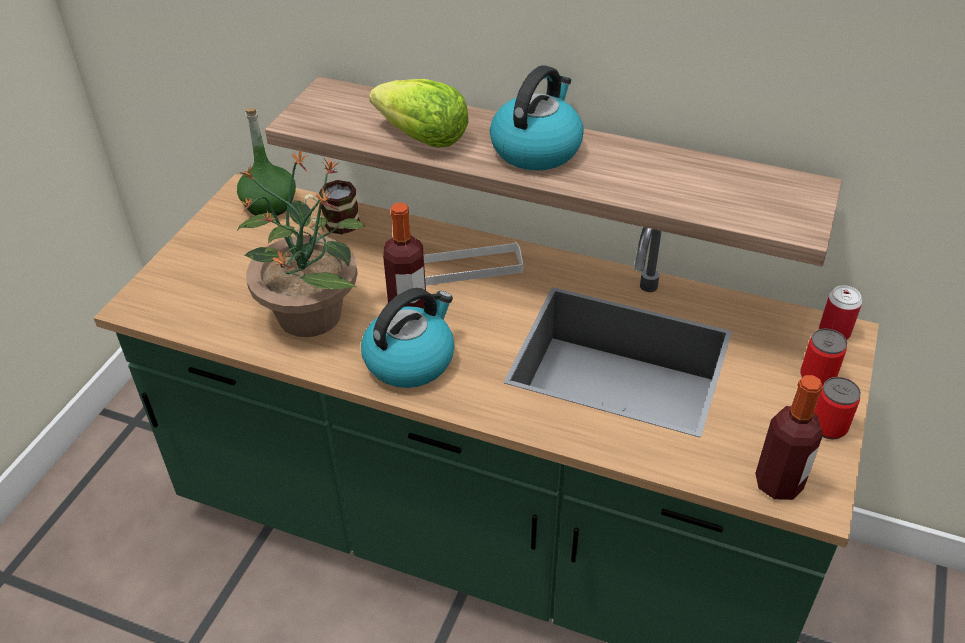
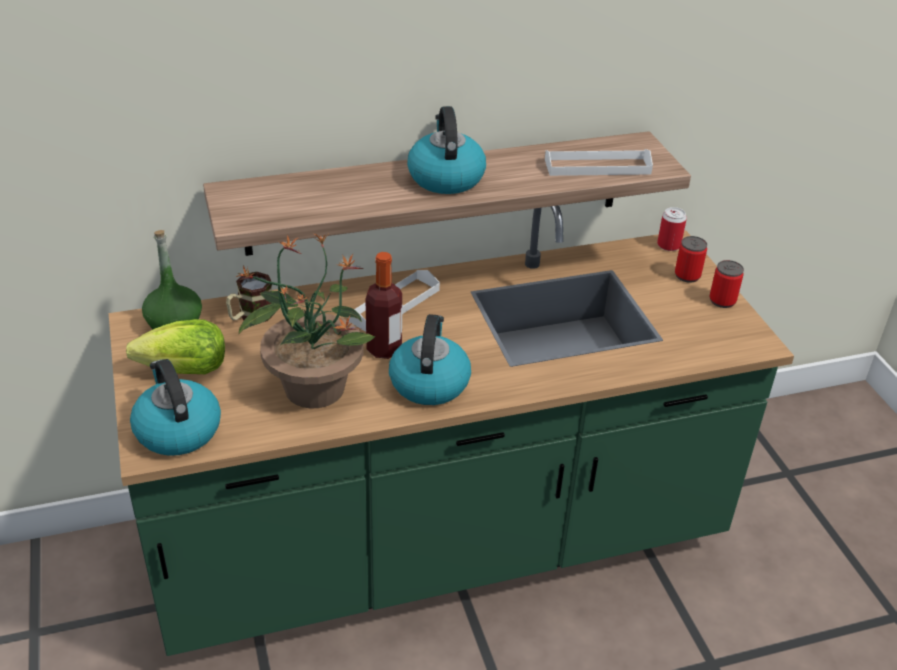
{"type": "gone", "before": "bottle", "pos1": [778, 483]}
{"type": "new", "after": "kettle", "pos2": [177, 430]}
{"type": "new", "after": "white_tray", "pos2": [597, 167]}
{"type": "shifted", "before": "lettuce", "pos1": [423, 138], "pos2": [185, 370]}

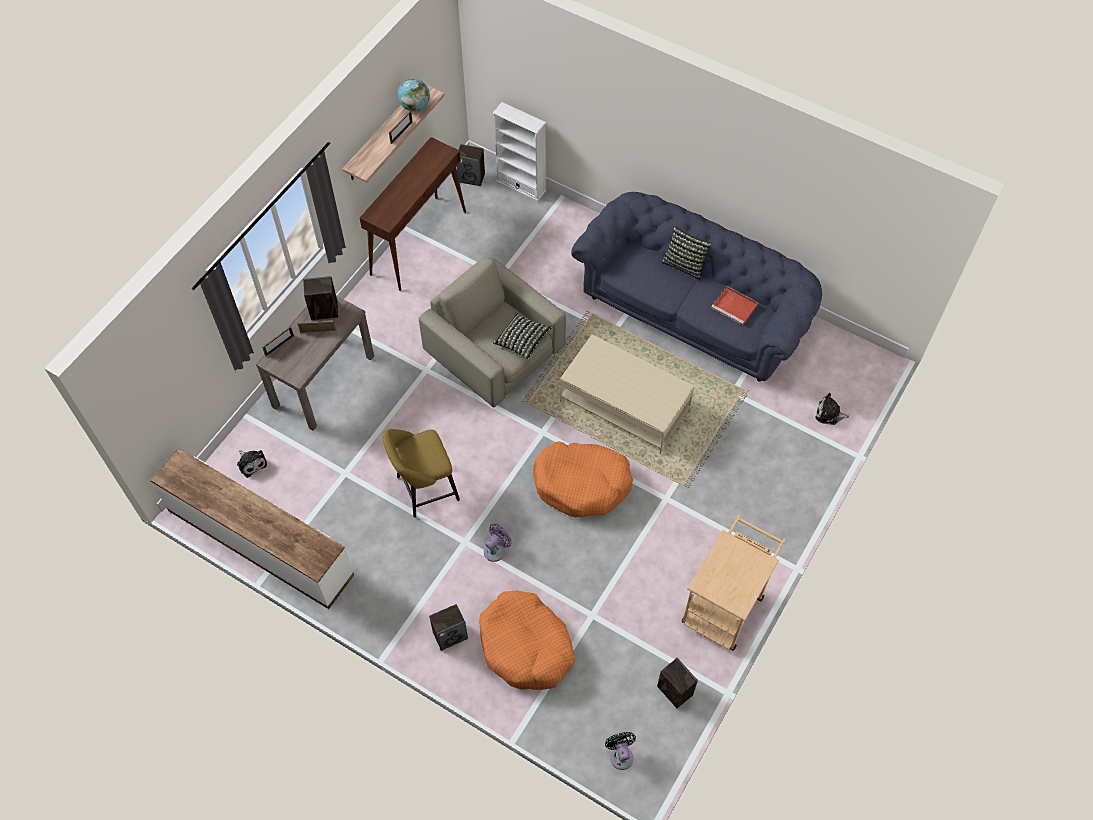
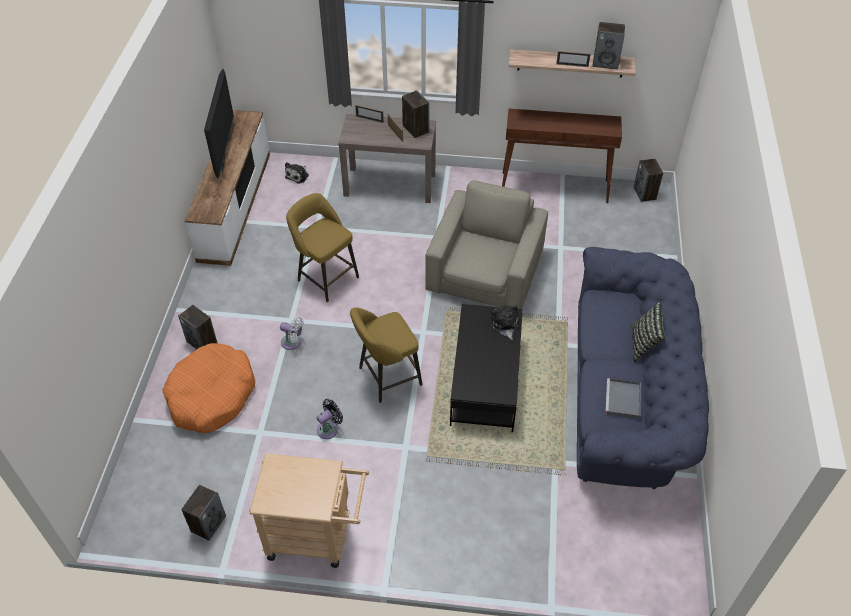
{"type": "gone", "before": "white_bookcase", "pos1": [521, 186]}
{"type": "gone", "before": "pillow", "pos1": [522, 340]}
{"type": "new", "after": "television", "pos2": [225, 152]}
{"type": "shifted", "before": "black_fan", "pos1": [621, 755], "pos2": [329, 429]}
{"type": "shifted", "before": "plush_toy", "pos1": [829, 414], "pos2": [505, 325]}
{"type": "swapped", "before": "globe", "after": "speaker", "pos1": [415, 106], "pos2": [605, 63]}
{"type": "swapped", "before": "orange_dog_bed", "after": "yellow_stool", "pos1": [582, 484], "pos2": [386, 378]}
{"type": "repainted", "before": "purple_fan", "after": "white_fan", "pos1": [496, 550], "pos2": [292, 343]}
{"type": "repainted", "before": "beige_coffee_table", "after": "black_coffee_table", "pos1": [625, 406], "pos2": [485, 380]}
{"type": "repainted", "before": "red_tray", "after": "grey_tray", "pos1": [735, 307], "pos2": [623, 400]}

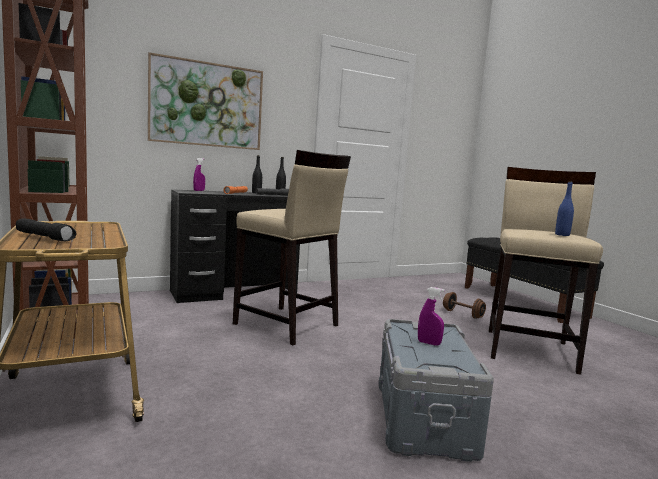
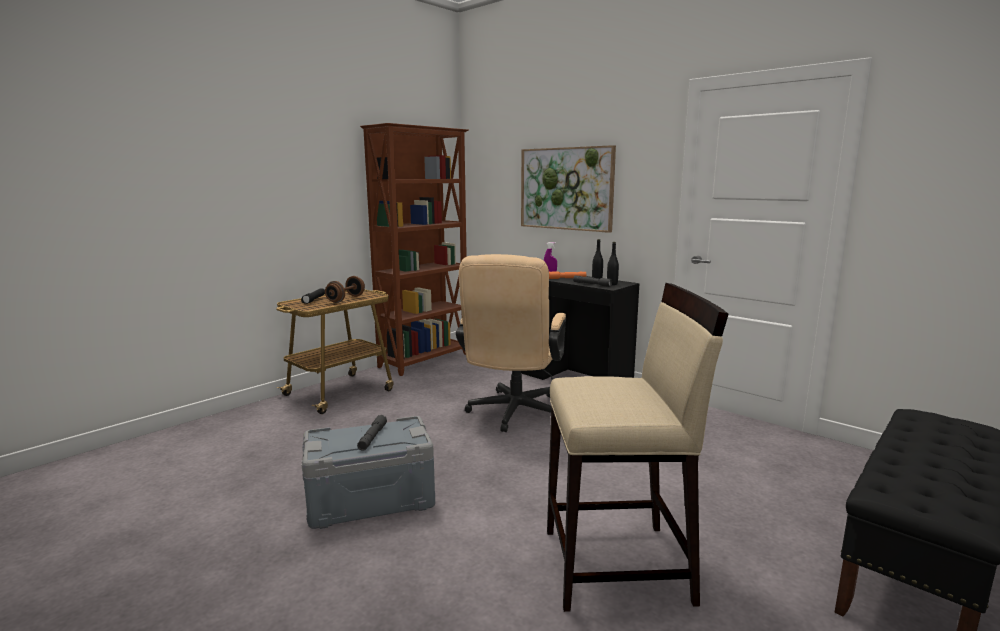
{"type": "gone", "before": "blue_bottle", "pos1": [562, 235]}
{"type": "shifted", "before": "brown_dumbbell", "pos1": [462, 314], "pos2": [346, 299]}
{"type": "swapped", "before": "beige_stool", "after": "beige_office_chair", "pos1": [286, 325], "pos2": [513, 414]}
{"type": "swapped", "before": "purple_spray_bottle", "after": "grey_flashlight", "pos1": [429, 343], "pos2": [372, 437]}

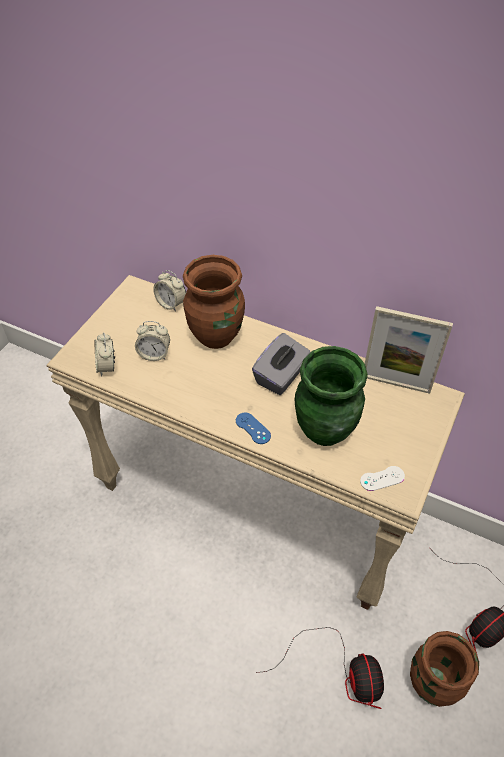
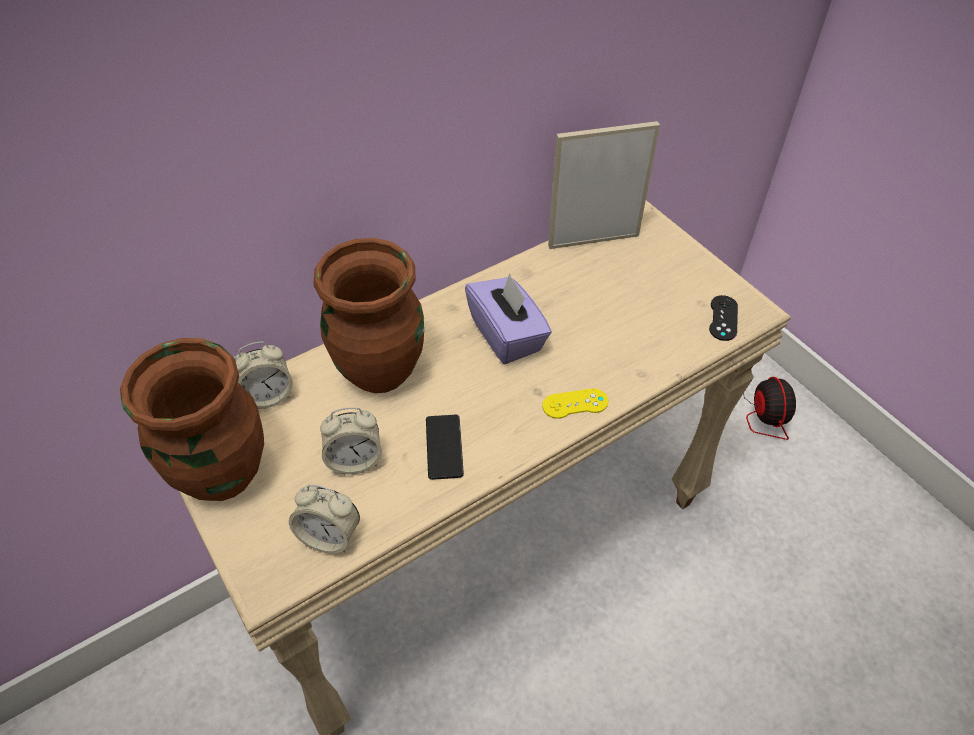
{"type": "gone", "before": "fan", "pos1": [341, 673]}
{"type": "gone", "before": "green_vase", "pos1": [326, 430]}
{"type": "new", "after": "phone", "pos2": [444, 447]}
{"type": "shifted", "before": "brown_vase", "pos1": [431, 683], "pos2": [221, 474]}
{"type": "repainted", "before": "blue_game_controller", "after": "yellow_game_controller", "pos1": [253, 428], "pos2": [575, 404]}
{"type": "repainted", "before": "grey_tissue_box", "after": "purple_tissue_box", "pos1": [281, 376], "pos2": [507, 335]}
{"type": "repainted", "before": "white_game_controller", "after": "black_game_controller", "pos1": [382, 478], "pos2": [723, 318]}
{"type": "rotated", "before": "alarm_clock", "pos1": [154, 354], "pos2": [355, 460], "turn": 45}
{"type": "rotated", "before": "picture_frame", "pos1": [396, 383], "pos2": [593, 240], "turn": -150}

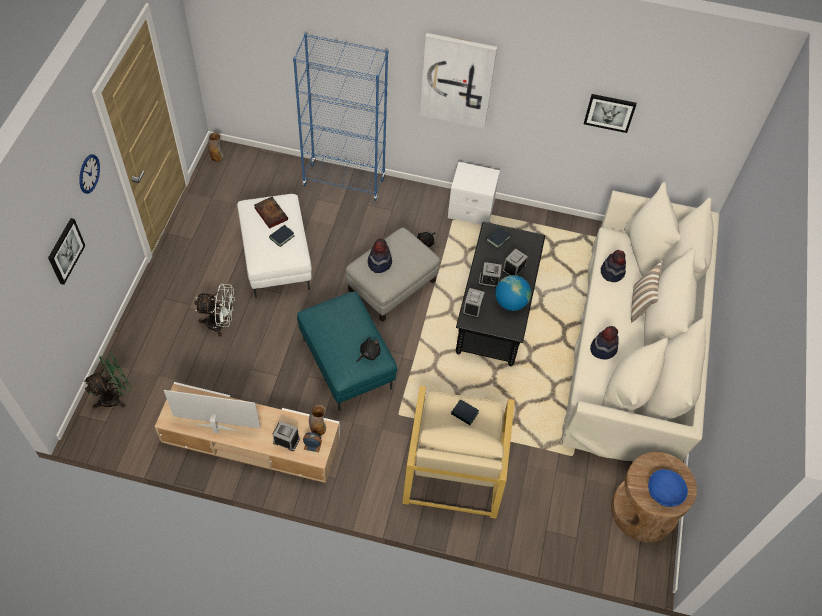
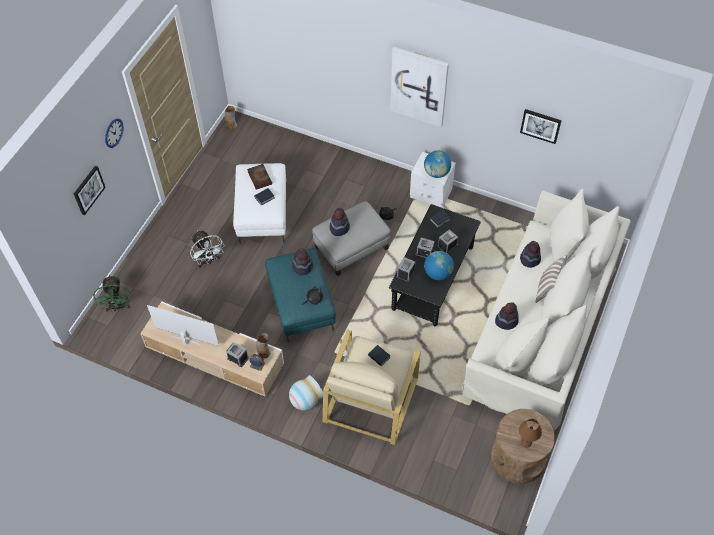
{"type": "gone", "before": "blue_bookcase", "pos1": [344, 182]}
{"type": "new", "after": "vase", "pos2": [305, 400]}
{"type": "new", "after": "hat", "pos2": [302, 266]}
{"type": "new", "after": "globe", "pos2": [436, 172]}
{"type": "swapped", "before": "blue_bowl", "after": "brown_table_lamp", "pos1": [664, 492], "pos2": [526, 441]}
{"type": "rotated", "before": "green_fan", "pos1": [115, 396], "pos2": [118, 307], "turn": 105}
{"type": "rotated", "before": "white_fan", "pos1": [220, 324], "pos2": [208, 261], "turn": 45}

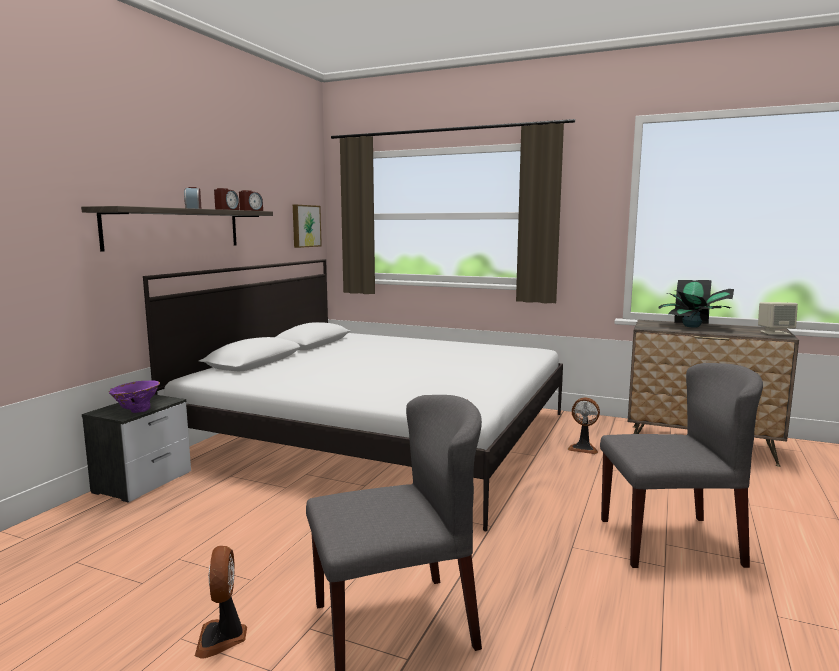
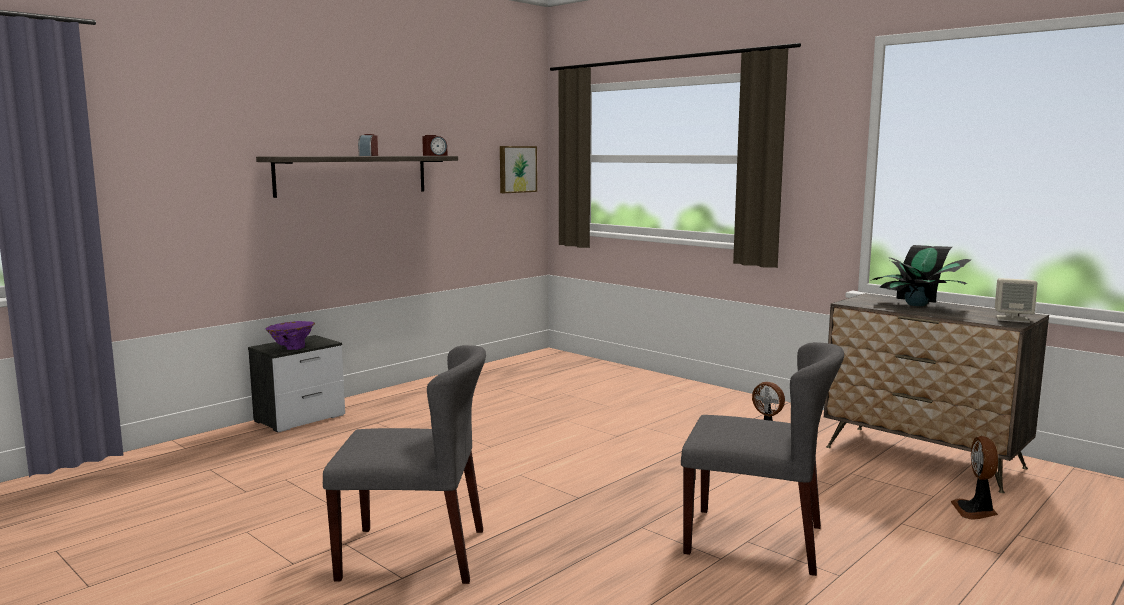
{"type": "gone", "before": "white_bed", "pos1": [382, 435]}
{"type": "gone", "before": "alarm_clock", "pos1": [226, 209]}
{"type": "shifted", "before": "fan", "pos1": [222, 638], "pos2": [975, 511]}

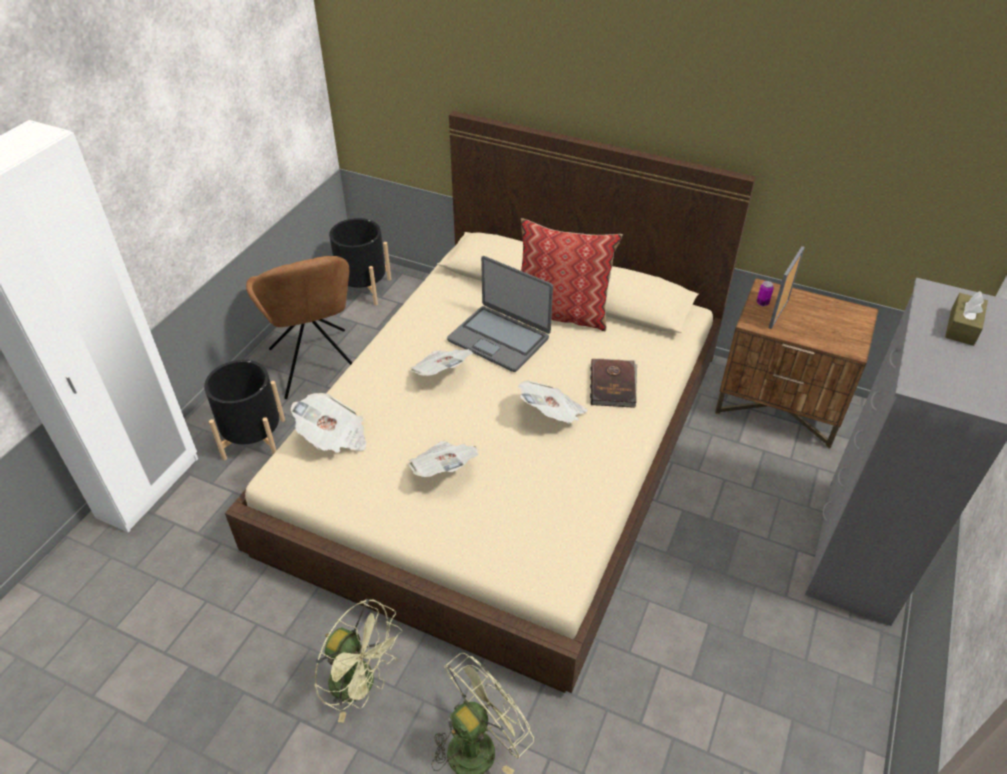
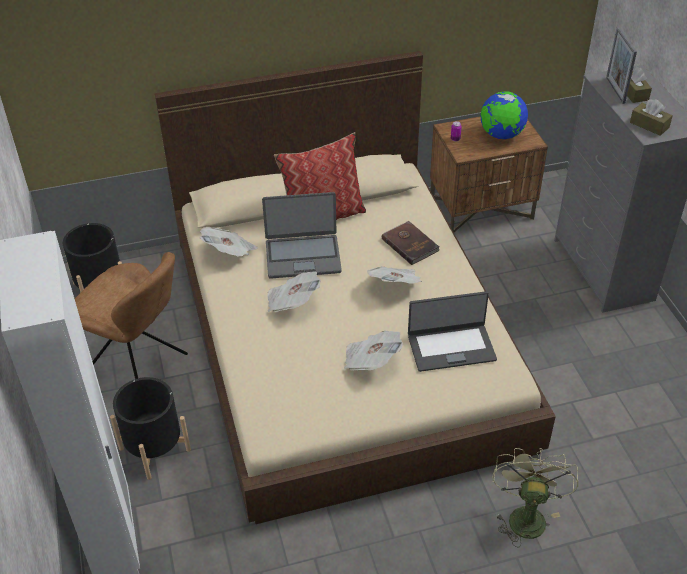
{"type": "gone", "before": "green_fan", "pos1": [361, 684]}
{"type": "new", "after": "laptop", "pos2": [451, 347]}
{"type": "new", "after": "globe", "pos2": [501, 135]}
{"type": "new", "after": "brown_tissue_box", "pos2": [649, 125]}
{"type": "shifted", "before": "newspaper", "pos1": [334, 437], "pos2": [230, 252]}
{"type": "shifted", "before": "picture_frame", "pos1": [778, 313], "pos2": [615, 90]}

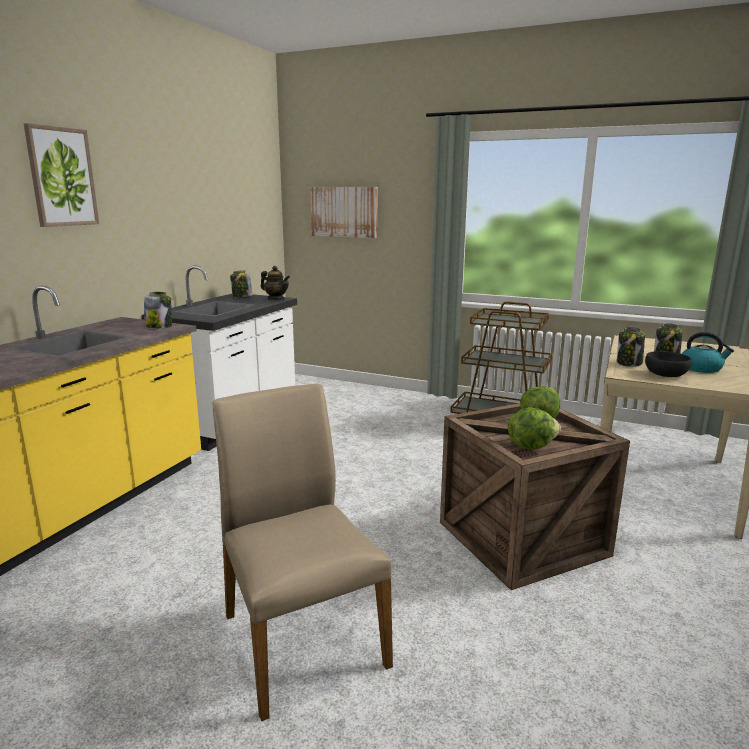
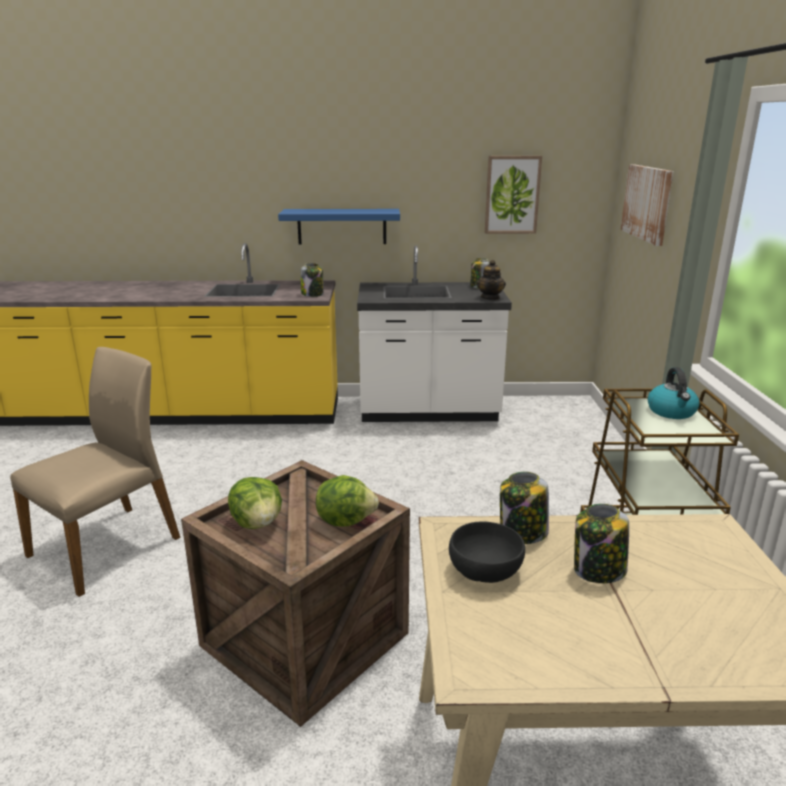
{"type": "new", "after": "blue_shelf", "pos2": [342, 226]}
{"type": "shifted", "before": "picture", "pos1": [62, 177], "pos2": [512, 195]}
{"type": "shifted", "before": "kettle", "pos1": [701, 368], "pos2": [672, 412]}

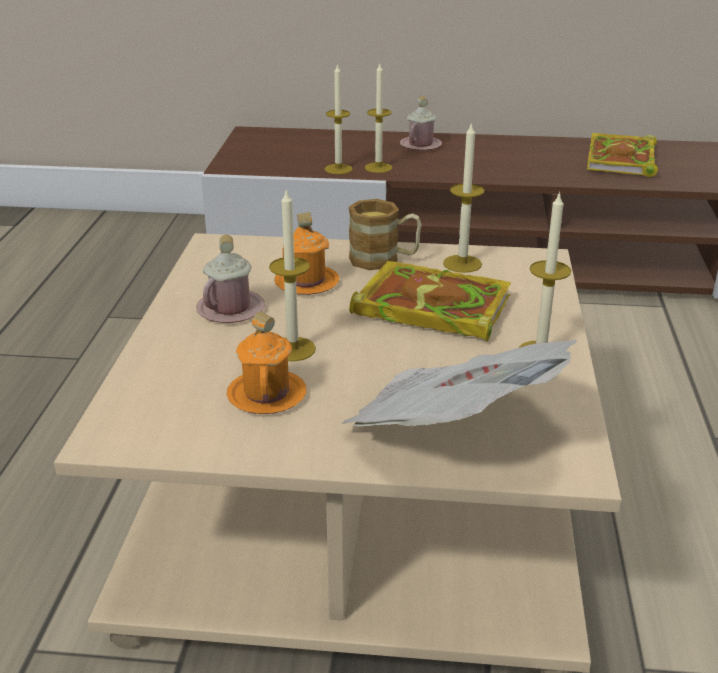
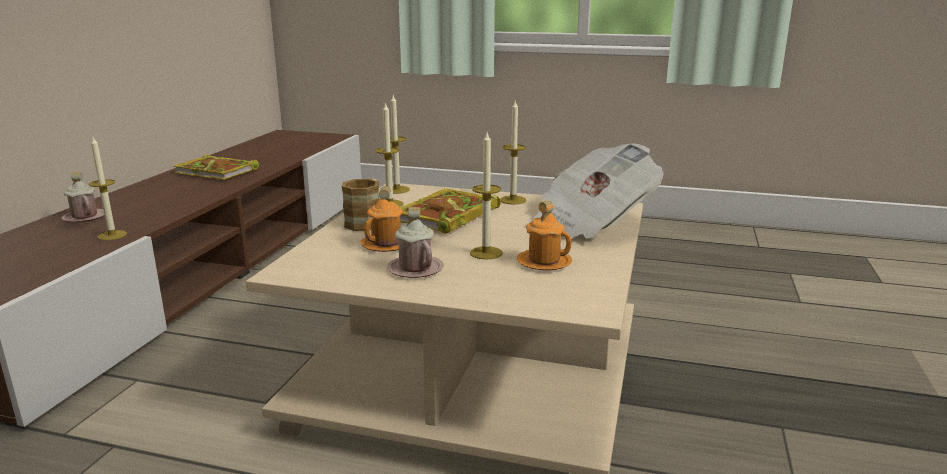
{"type": "shifted", "before": "candle", "pos1": [338, 169], "pos2": [397, 190]}

